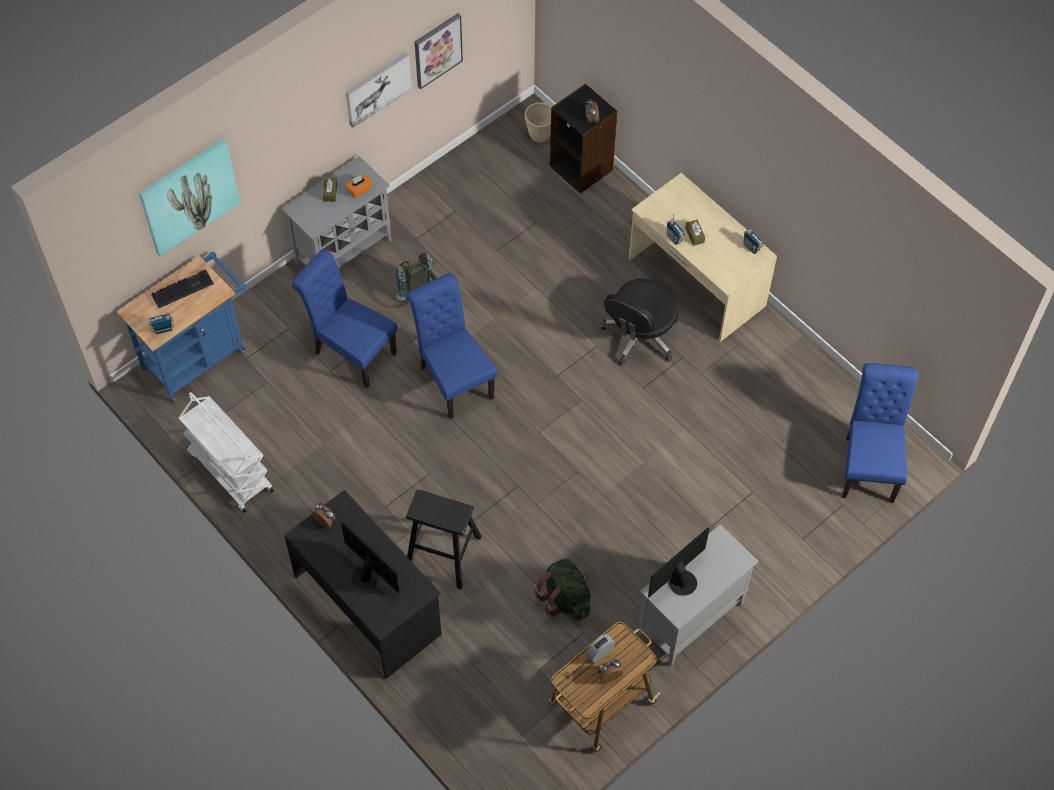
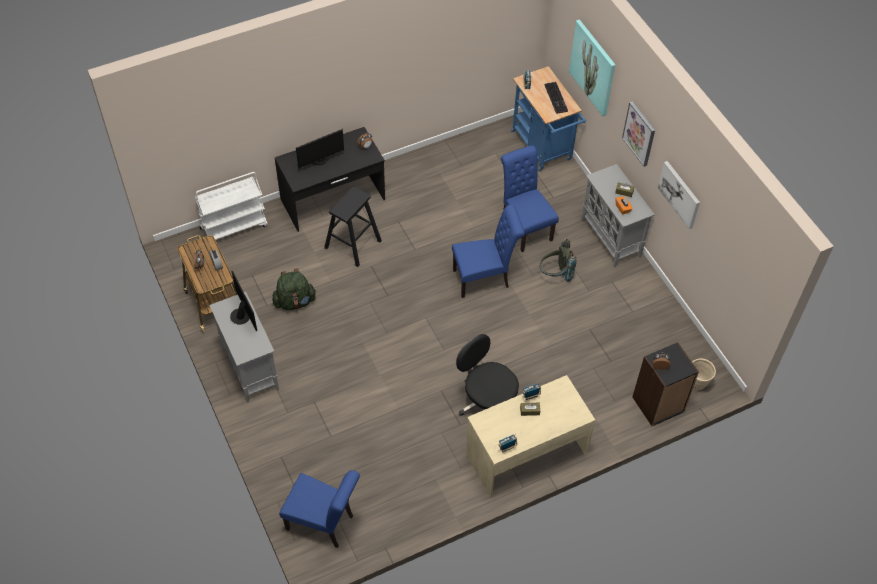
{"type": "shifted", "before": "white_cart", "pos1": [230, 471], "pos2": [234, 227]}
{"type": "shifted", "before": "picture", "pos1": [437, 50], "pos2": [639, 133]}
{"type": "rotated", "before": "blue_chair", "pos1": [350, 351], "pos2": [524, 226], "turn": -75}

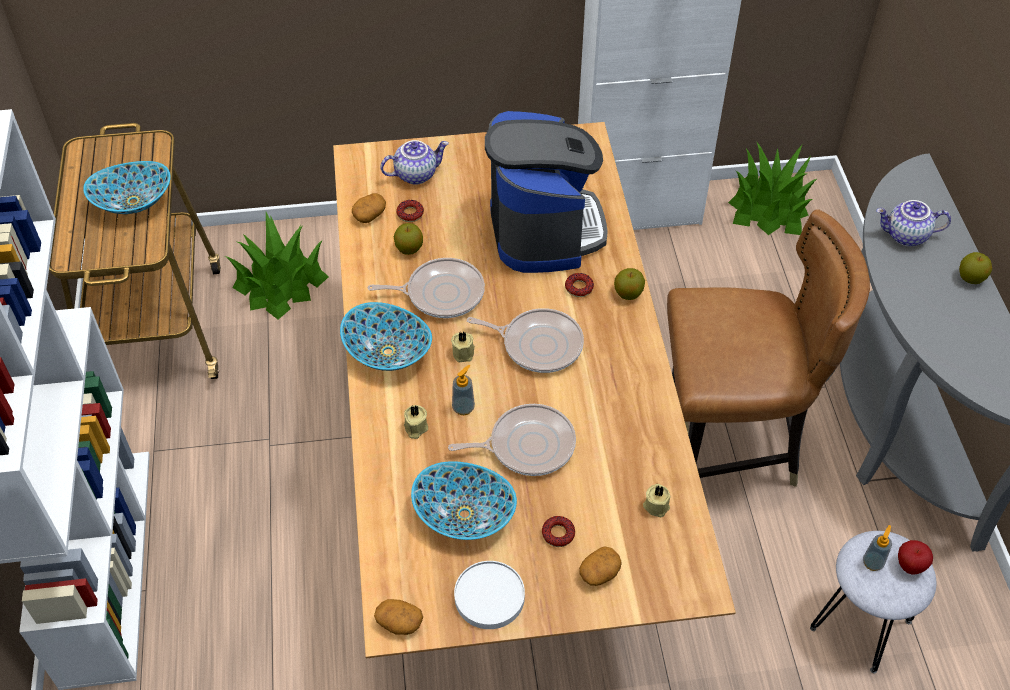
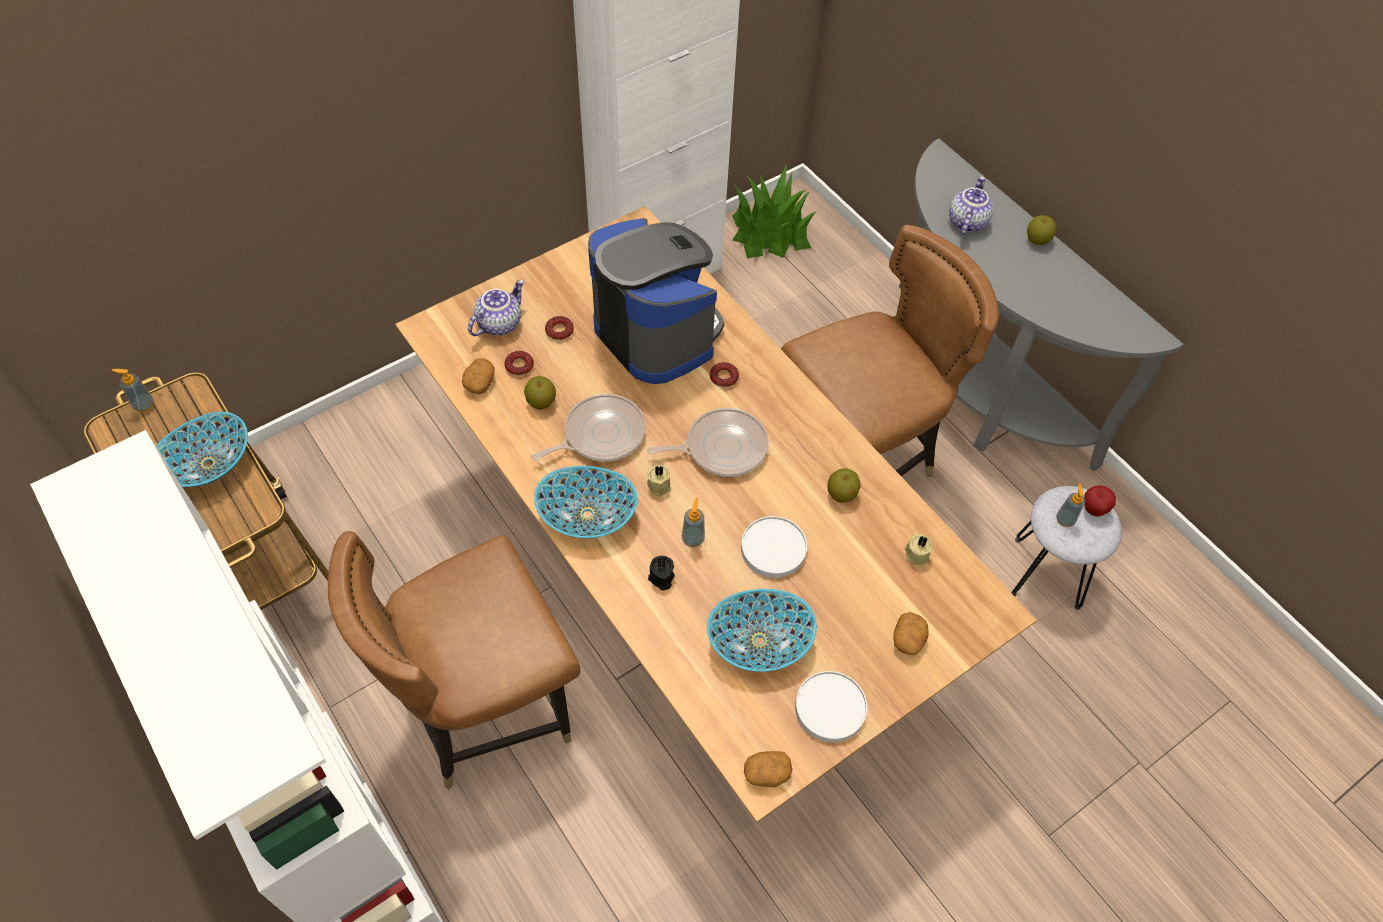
{"type": "gone", "before": "potted_plant", "pos1": [280, 283]}
{"type": "new", "after": "soap_dispenser", "pos2": [144, 405]}
{"type": "new", "after": "brown_chair", "pos2": [484, 709]}
{"type": "shifted", "before": "donut", "pos1": [558, 534], "pos2": [559, 331]}
{"type": "shifted", "before": "apple", "pos1": [628, 294], "pos2": [841, 494]}
{"type": "swapped", "before": "frying_pan", "after": "white_plate", "pos1": [527, 445], "pos2": [772, 549]}
{"type": "repainted", "before": "beige_candle", "after": "black_candle", "pos1": [415, 428], "pos2": [661, 578]}
{"type": "rotated", "before": "teapot", "pos1": [906, 236], "pos2": [966, 221], "turn": 135}

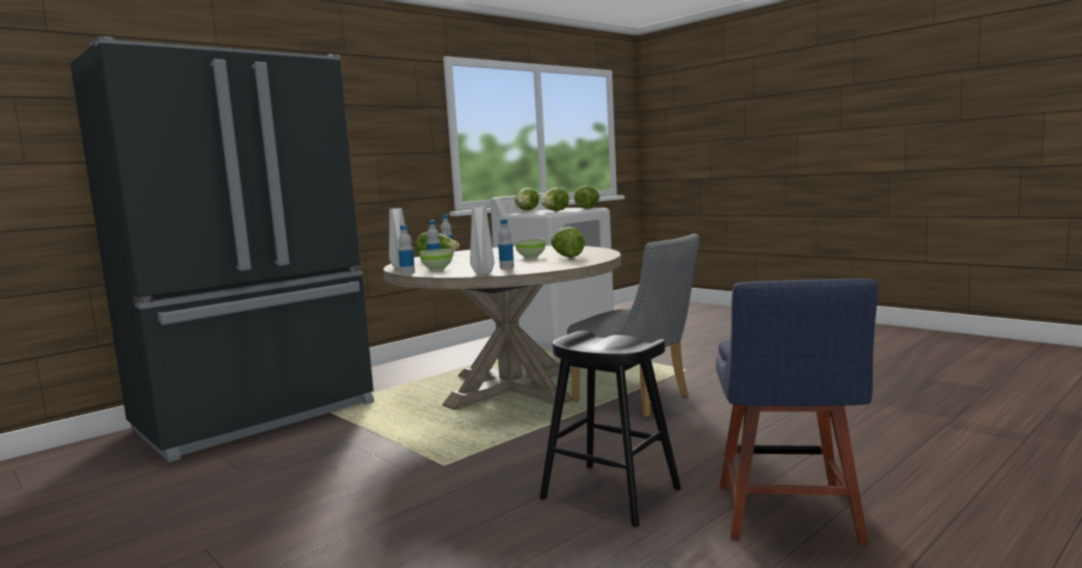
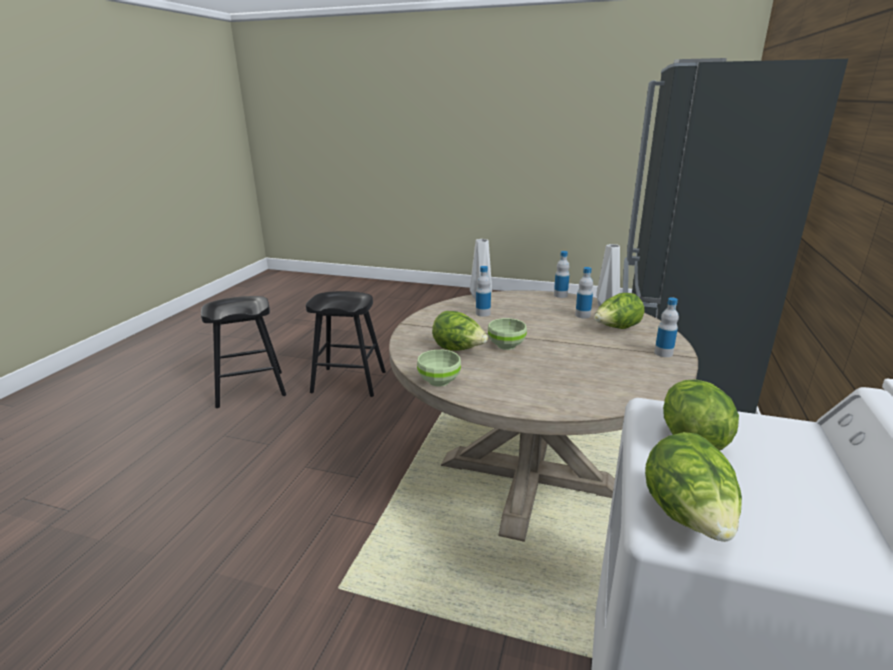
{"type": "gone", "before": "lettuce", "pos1": [527, 210]}
{"type": "gone", "before": "grey_chair", "pos1": [639, 400]}
{"type": "shifted", "before": "green_bowl", "pos1": [437, 269], "pos2": [438, 381]}
{"type": "swapped", "before": "blue_chair", "after": "black_stool", "pos1": [788, 516], "pos2": [250, 389]}

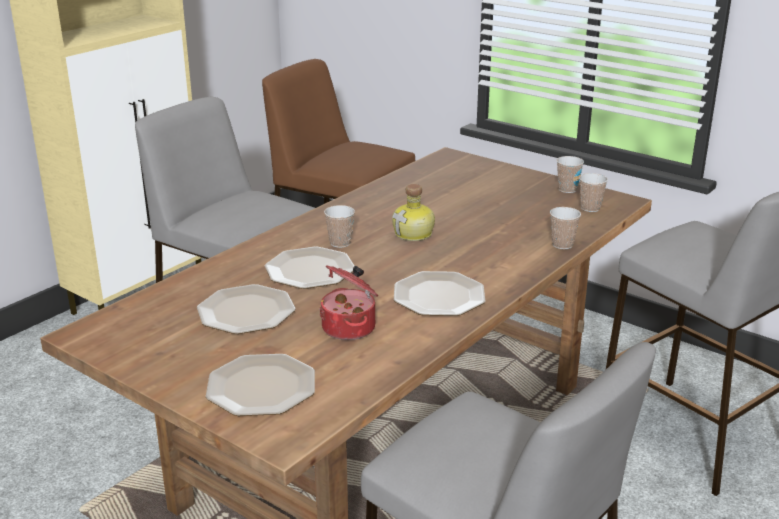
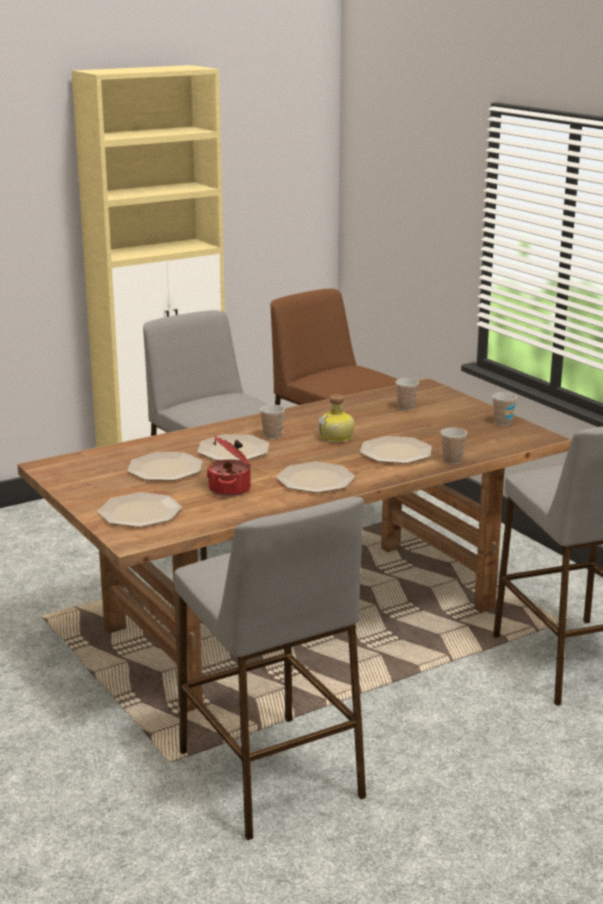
{"type": "new", "after": "plate", "pos2": [395, 452]}
{"type": "shifted", "before": "cup", "pos1": [590, 208], "pos2": [406, 408]}

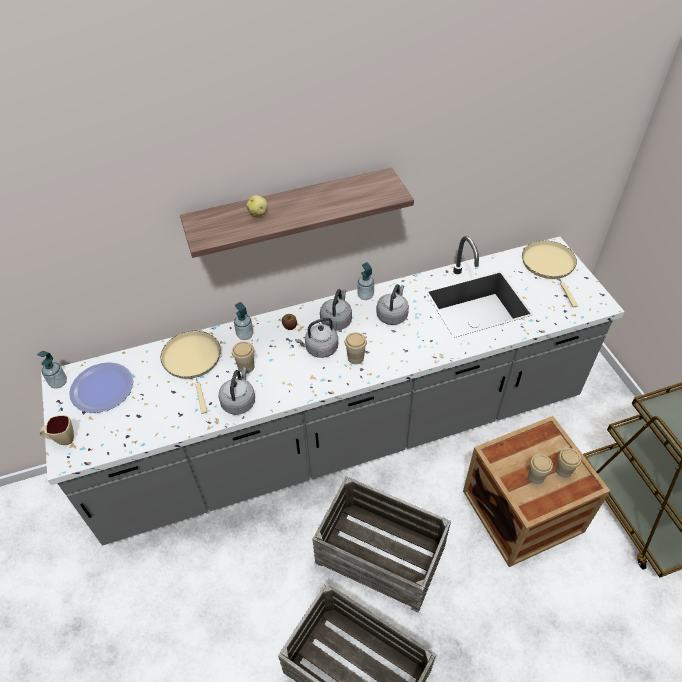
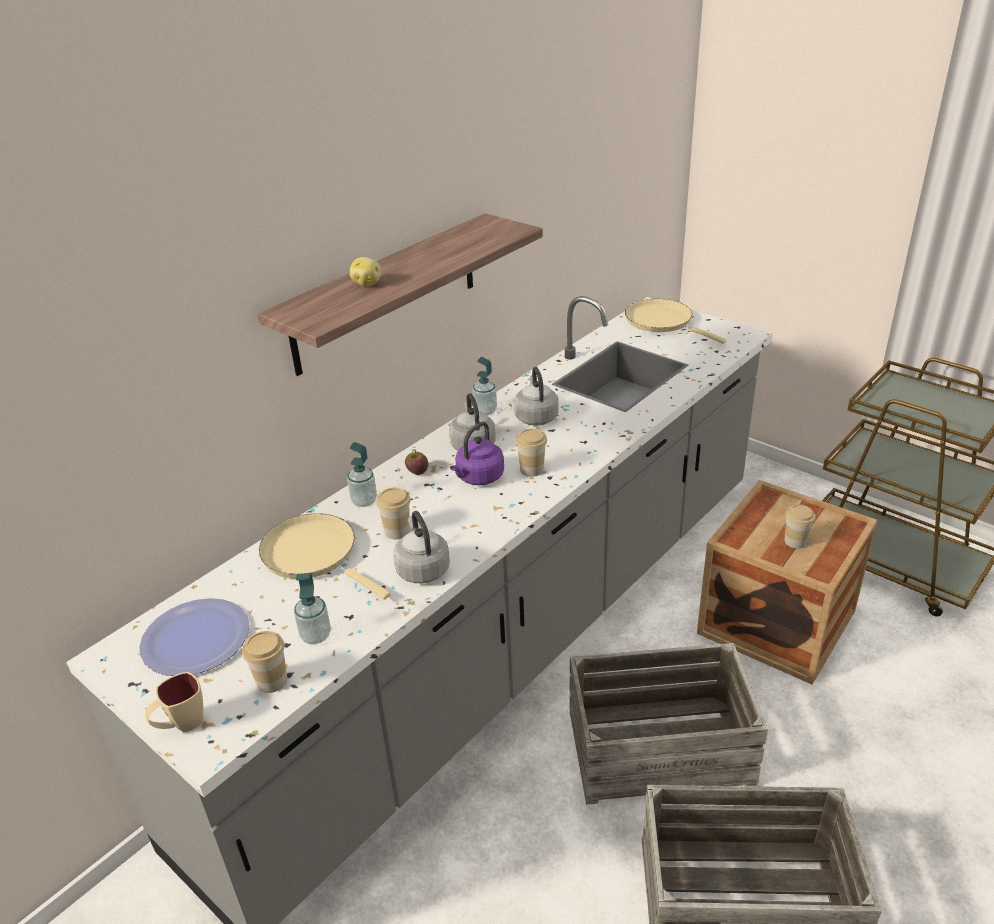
{"type": "shifted", "before": "soap_dispenser", "pos1": [58, 382], "pos2": [316, 636]}
{"type": "shifted", "before": "cup", "pos1": [563, 470], "pos2": [272, 681]}
{"type": "repainted", "before": "grey_kettle", "after": "purple_kettle", "pos1": [320, 348], "pos2": [478, 478]}

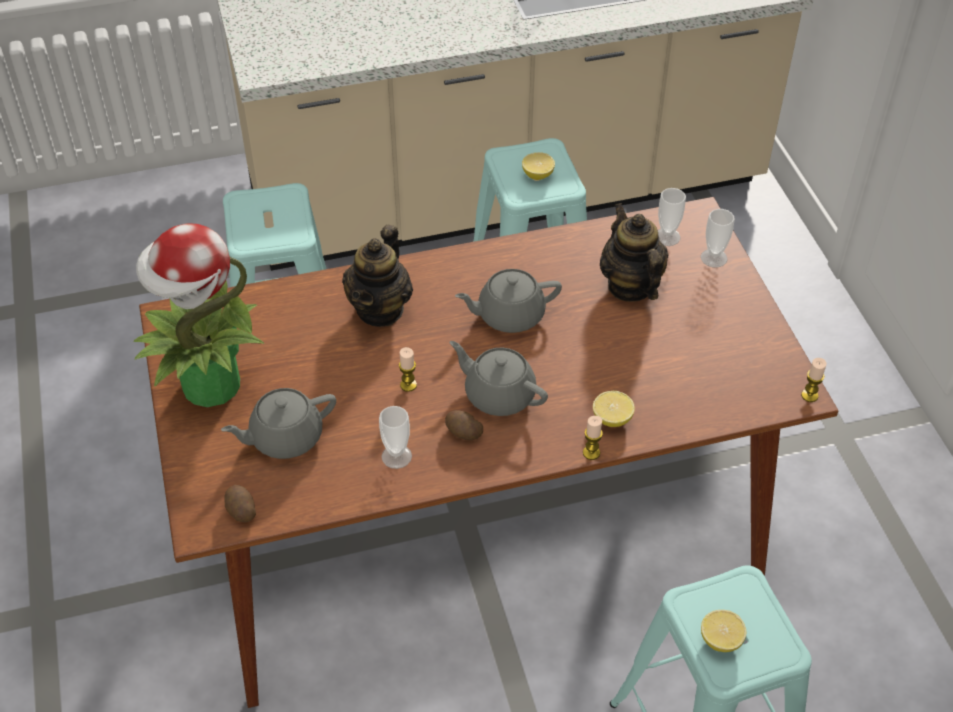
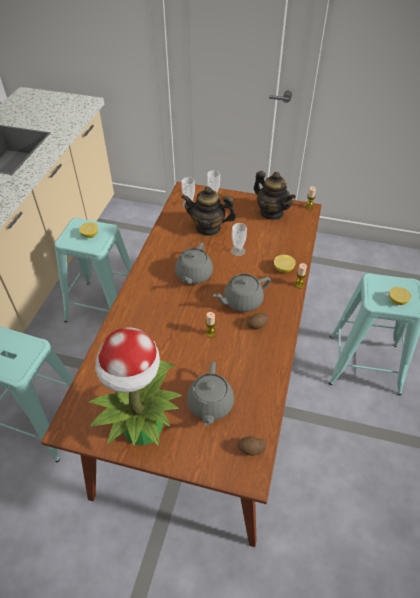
{"type": "shifted", "before": "teapot", "pos1": [380, 309], "pos2": [271, 212]}
{"type": "shifted", "before": "cup", "pos1": [396, 456], "pos2": [238, 251]}

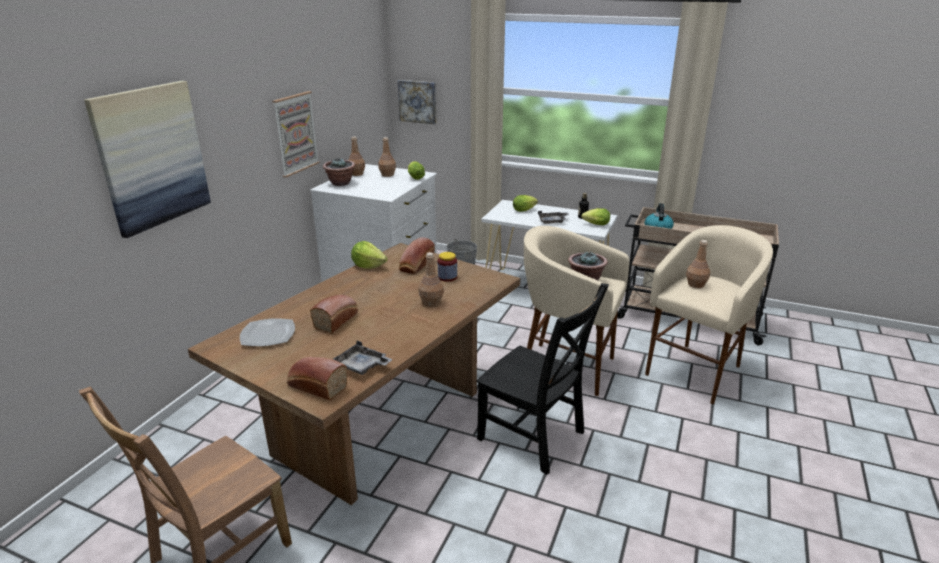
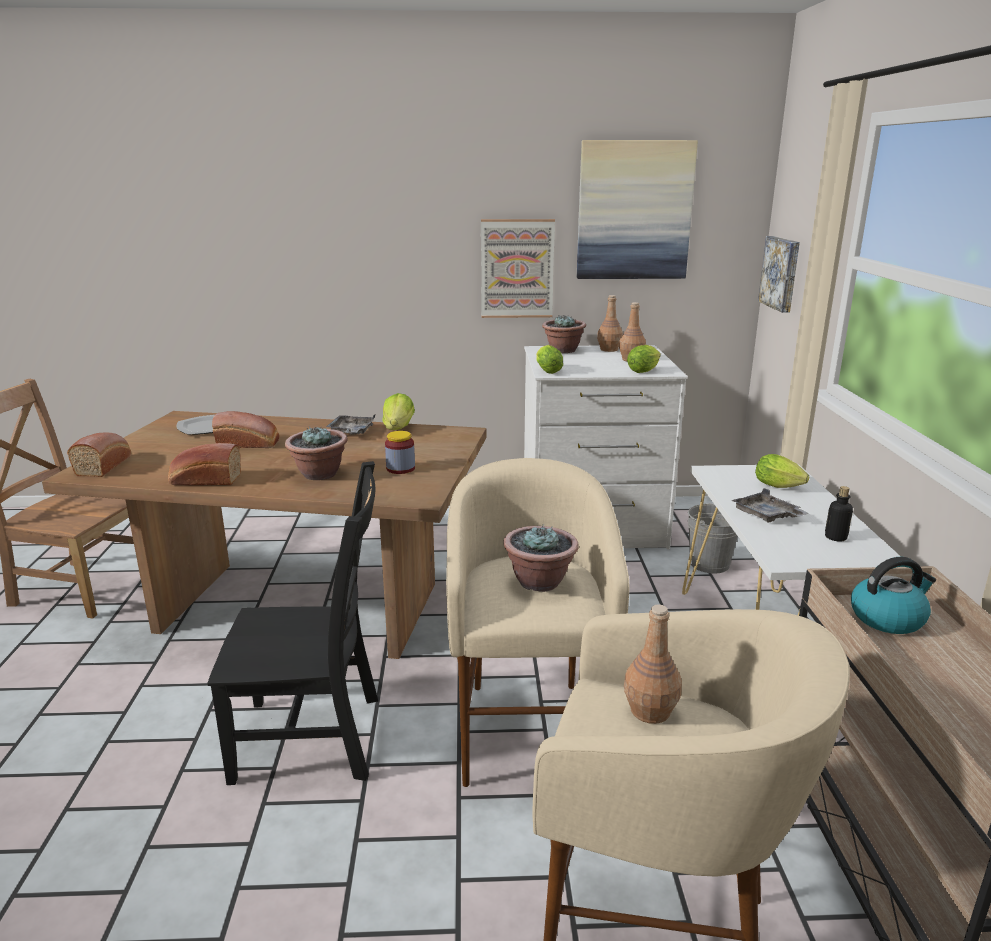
{"type": "shifted", "before": "picture", "pos1": [152, 156], "pos2": [634, 211]}
{"type": "shifted", "before": "grey_tray", "pos1": [361, 366], "pos2": [351, 432]}
{"type": "shifted", "before": "bread", "pos1": [416, 266], "pos2": [204, 480]}
{"type": "shifted", "before": "lettuce", "pos1": [594, 224], "pos2": [547, 371]}
{"type": "swapped", "before": "brown_bottle", "after": "potted_plant", "pos1": [431, 302], "pos2": [319, 474]}
{"type": "rotated", "before": "black_chair", "pos1": [534, 438], "pos2": [315, 739], "turn": -105}

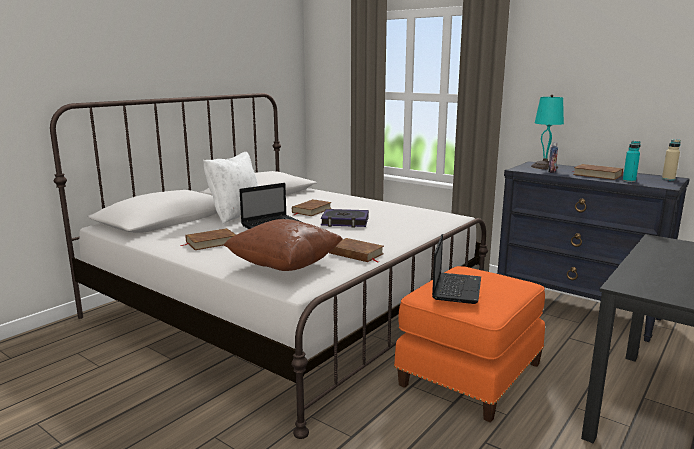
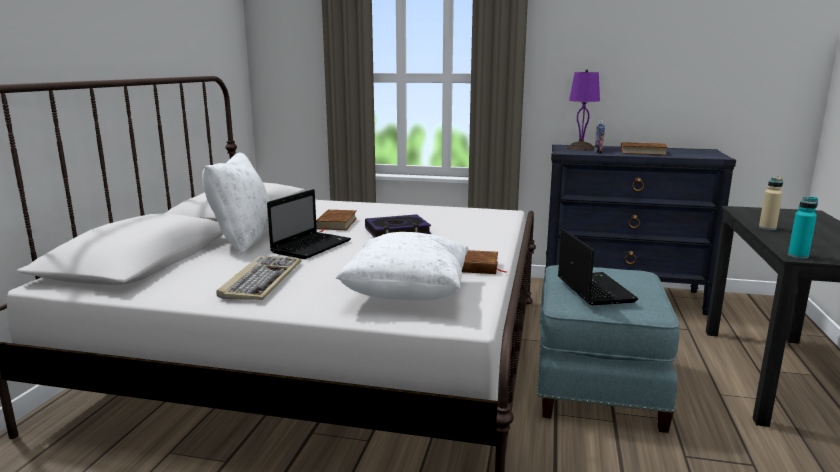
{"type": "shifted", "before": "turquoise_bottle", "pos1": [629, 181], "pos2": [798, 256]}
{"type": "shifted", "before": "beige_bottle", "pos1": [668, 179], "pos2": [767, 228]}
{"type": "swapped", "before": "brown_book", "after": "keyboard", "pos1": [211, 242], "pos2": [261, 281]}
{"type": "repainted", "before": "brown_pillow", "after": "white_pillow", "pos1": [284, 266], "pos2": [407, 295]}
{"type": "repainted", "before": "orange_ottoman", "after": "blue_ottoman", "pos1": [468, 373], "pos2": [595, 384]}
{"type": "repainted", "before": "turquoise_table_lamp", "after": "purple_table_lamp", "pos1": [544, 167], "pos2": [580, 148]}

